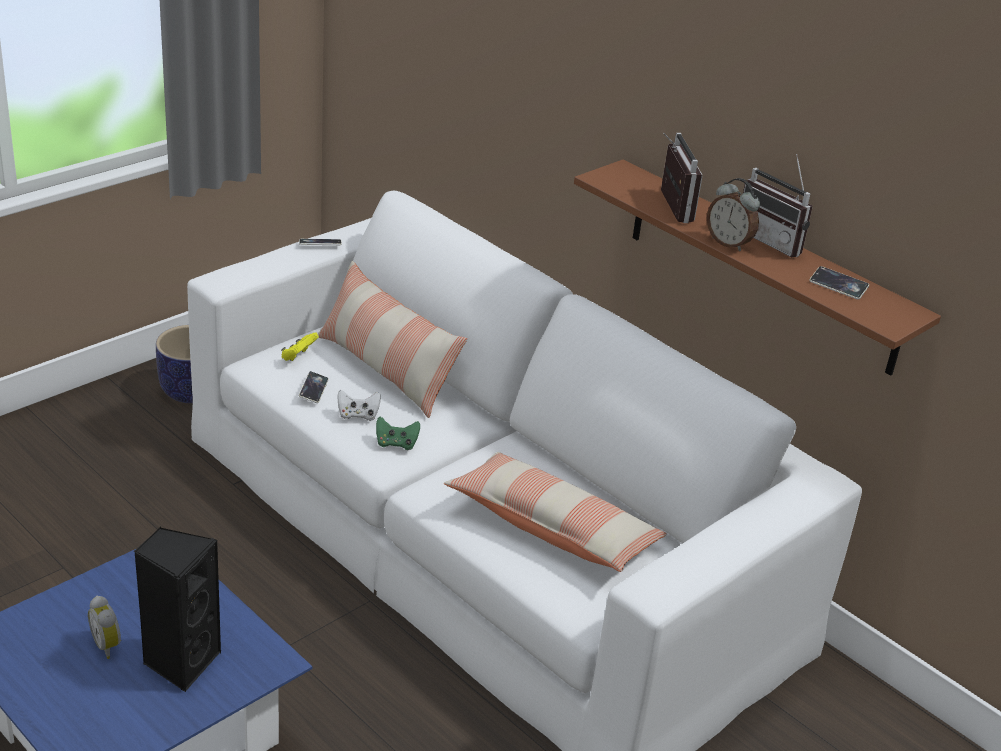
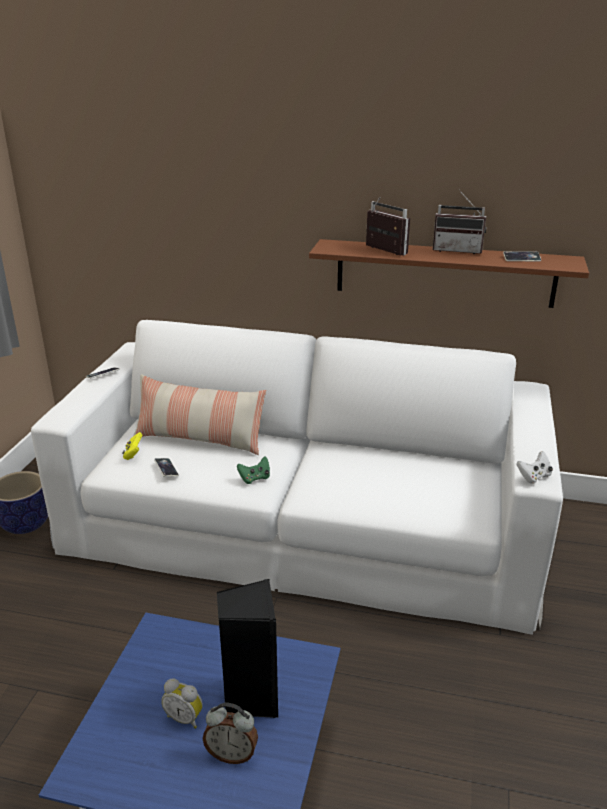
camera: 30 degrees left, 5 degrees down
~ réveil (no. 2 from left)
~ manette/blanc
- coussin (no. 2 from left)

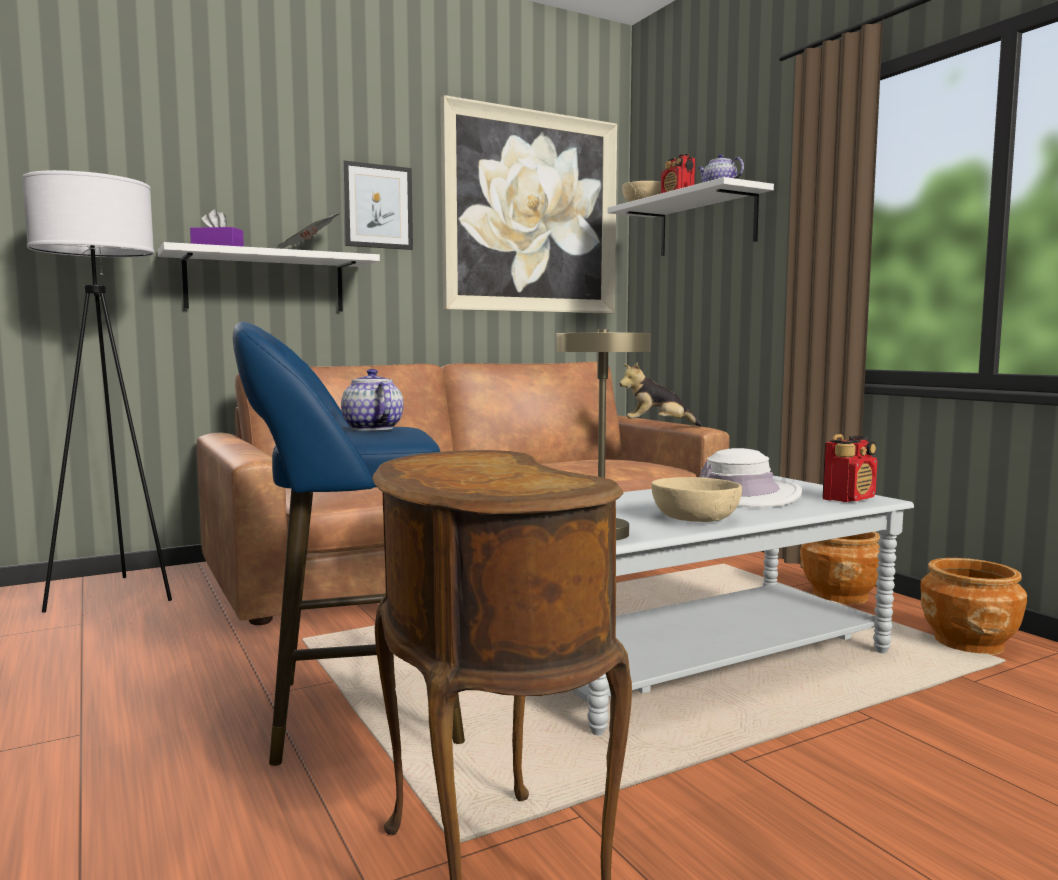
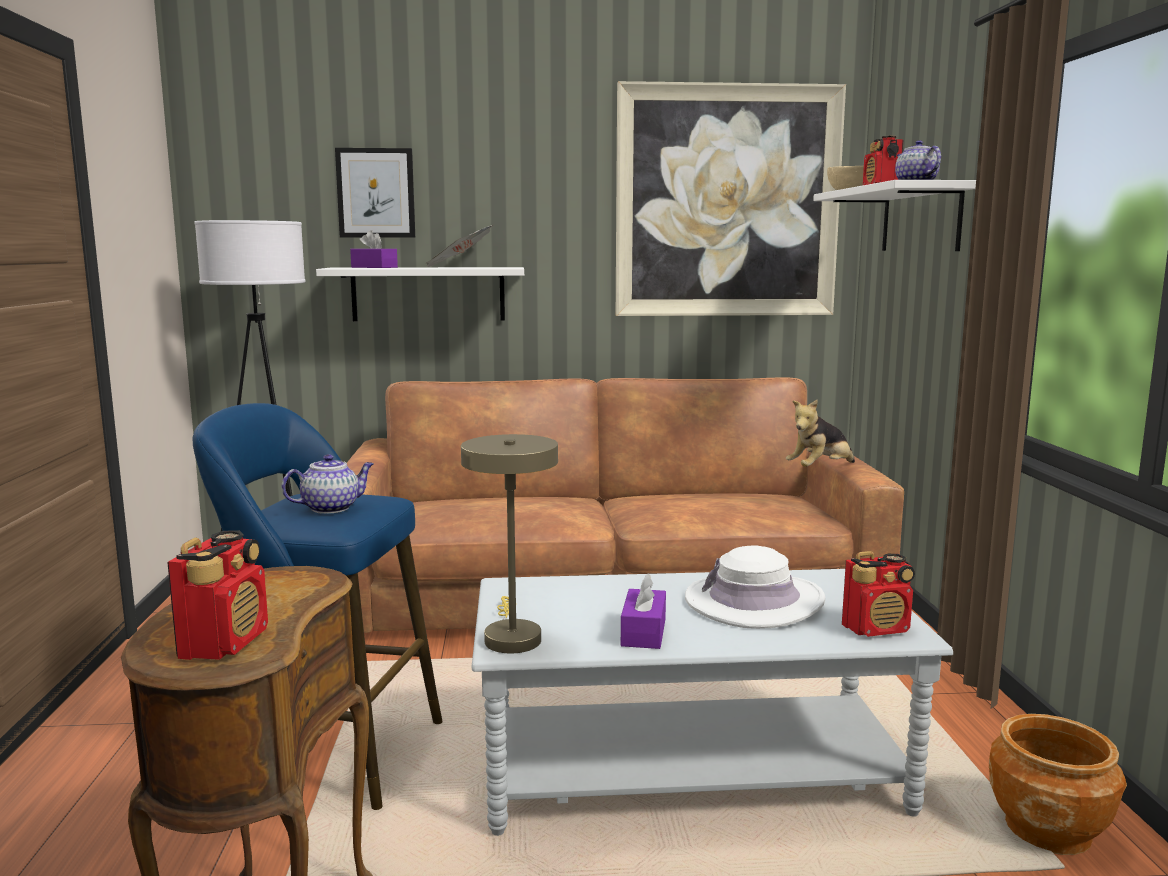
camera: 25 degrees right, 5 degrees up
+ radio (no. 1 from left)
~ théière (no. 1 from left) 60 degrees clockwise
~ tableau (no. 1 from left)
~ bol/beige (no. 2 from left) to boîte à mouchoirs/violet (no. 2 from left)
~ peluche 60 degrees counterclockwise
- cache-pot/marron (no. 1 from left)

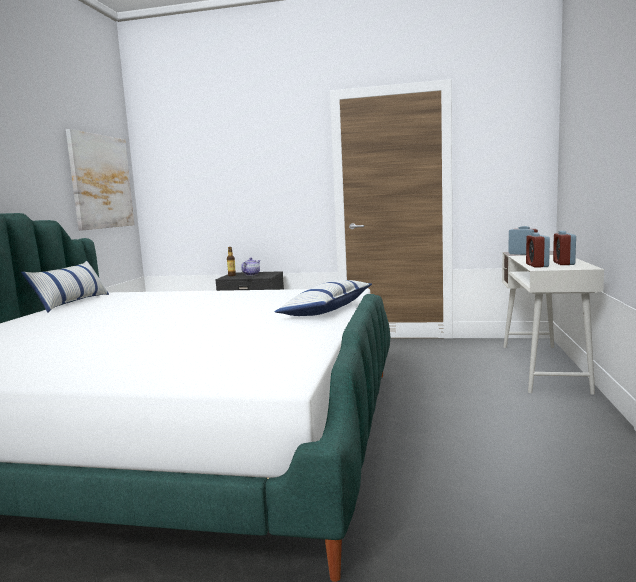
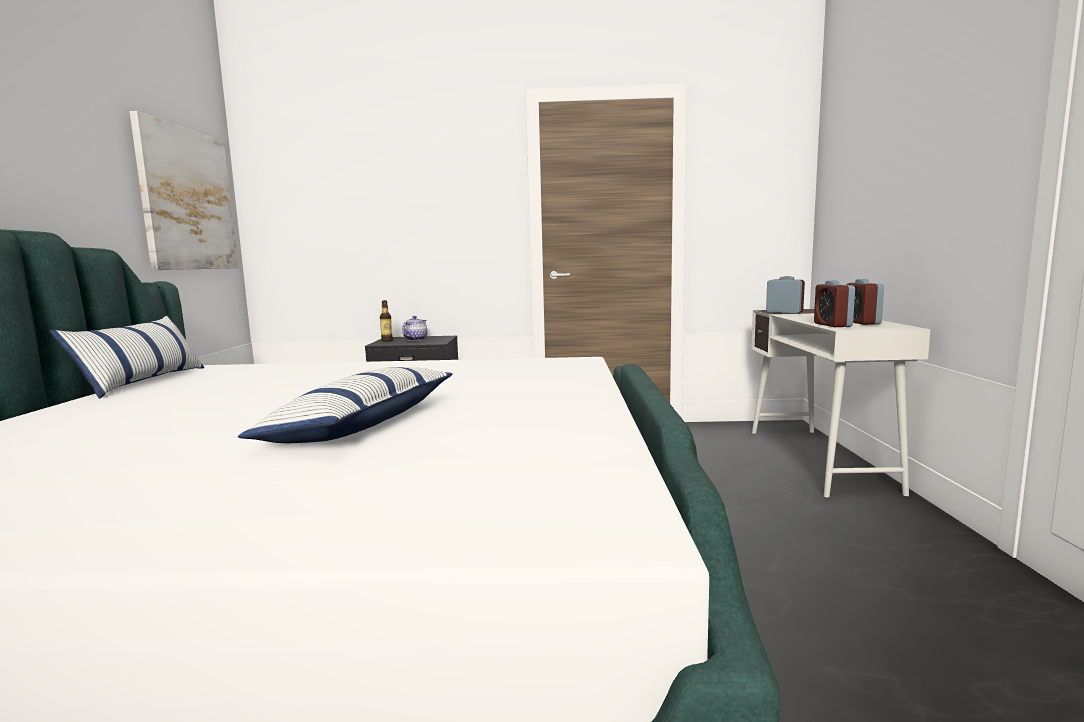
camera: 10 degrees left, 0 degrees up
~ coussin (no. 2 from left)

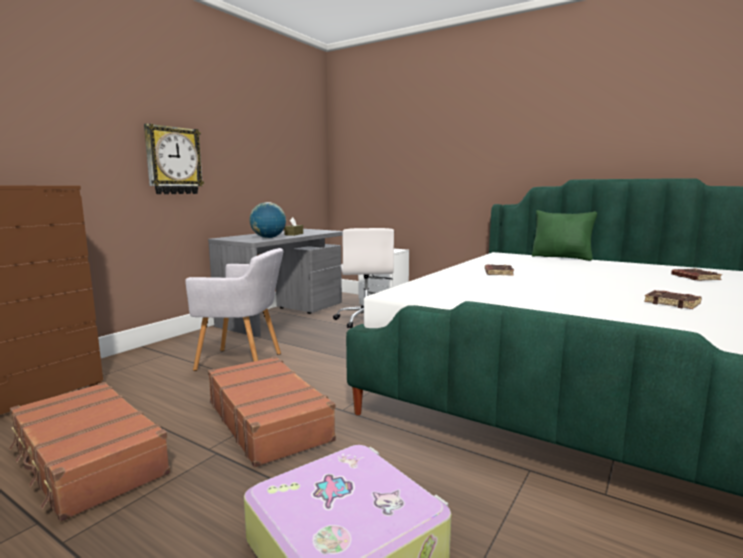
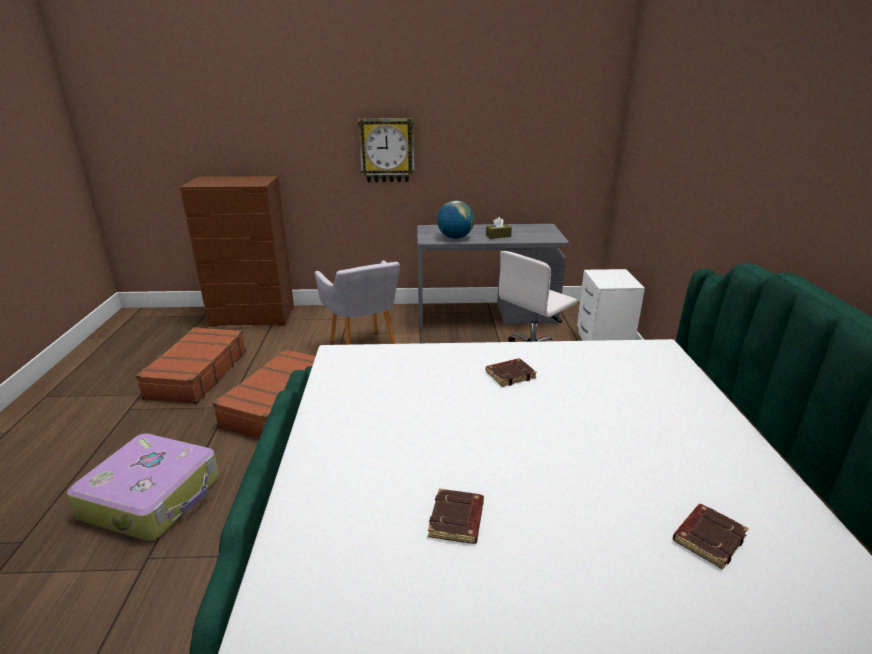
camera: 55 degrees right, 15 degrees up
- coussin/vert

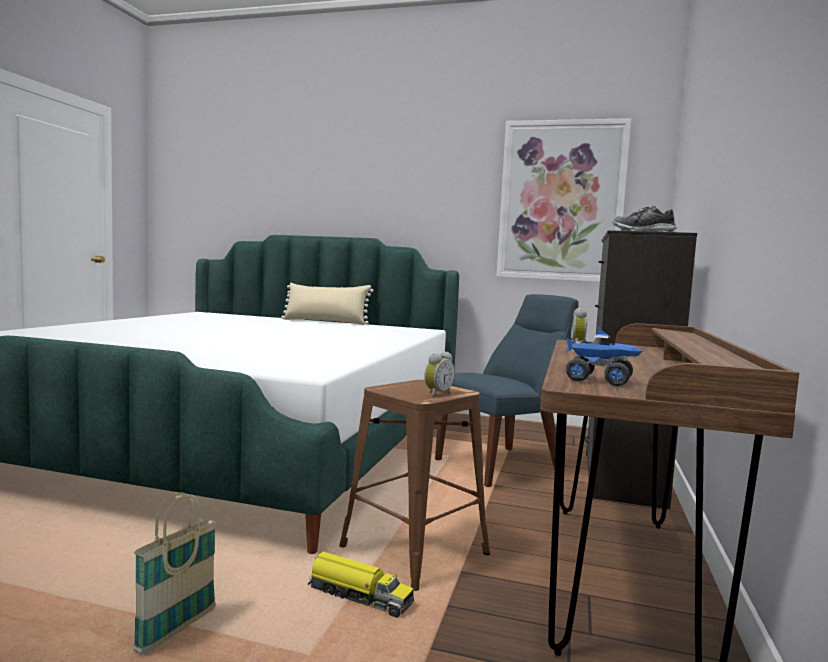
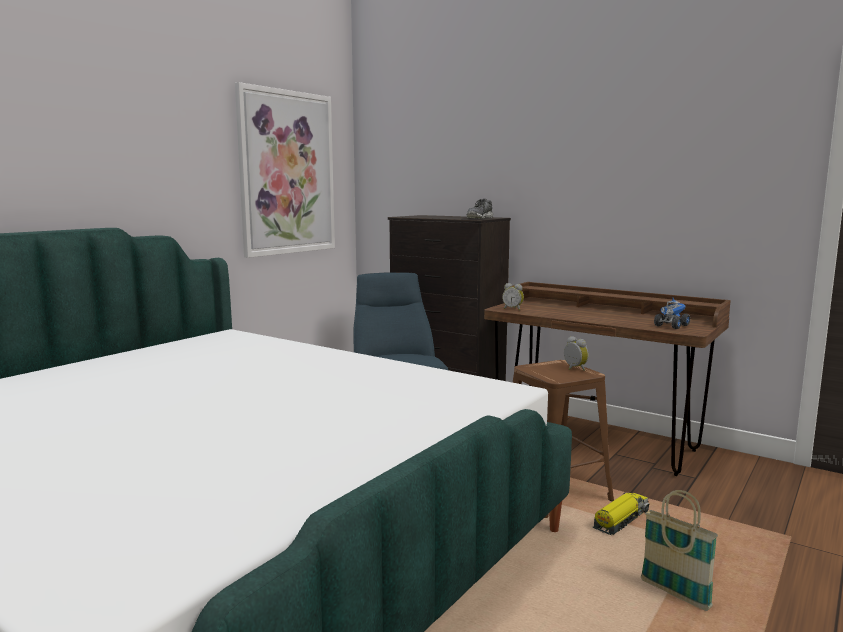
camera: 70 degrees left, 5 degrees up
- coussin/beige

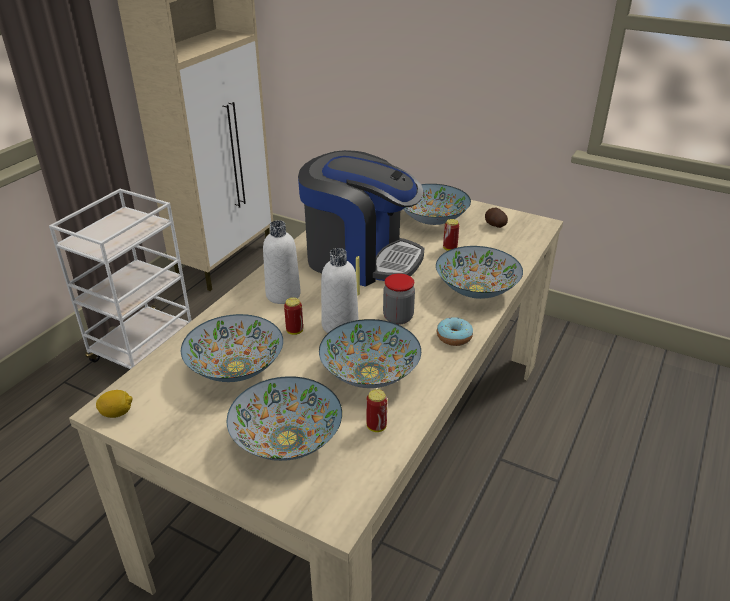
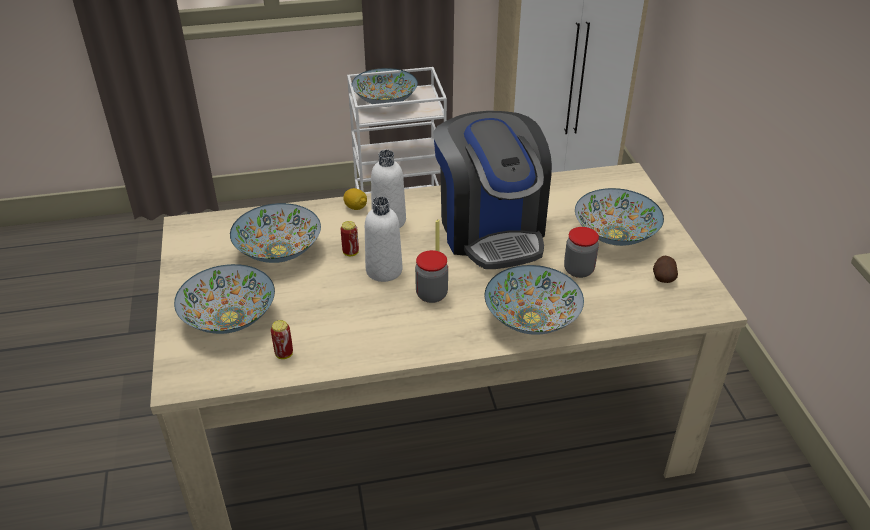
camera: 50 degrees right, 5 degrees up
~ citron
~ bol (no. 3 from left)
~ boîte métallique (no. 3 from left) to bocal (no. 2 from left)
- beignet

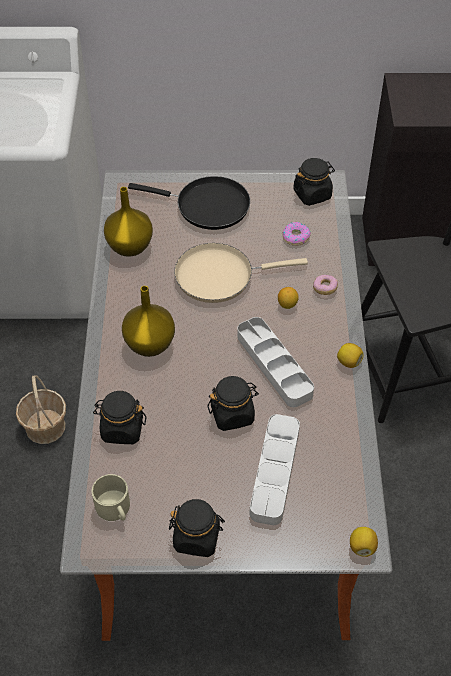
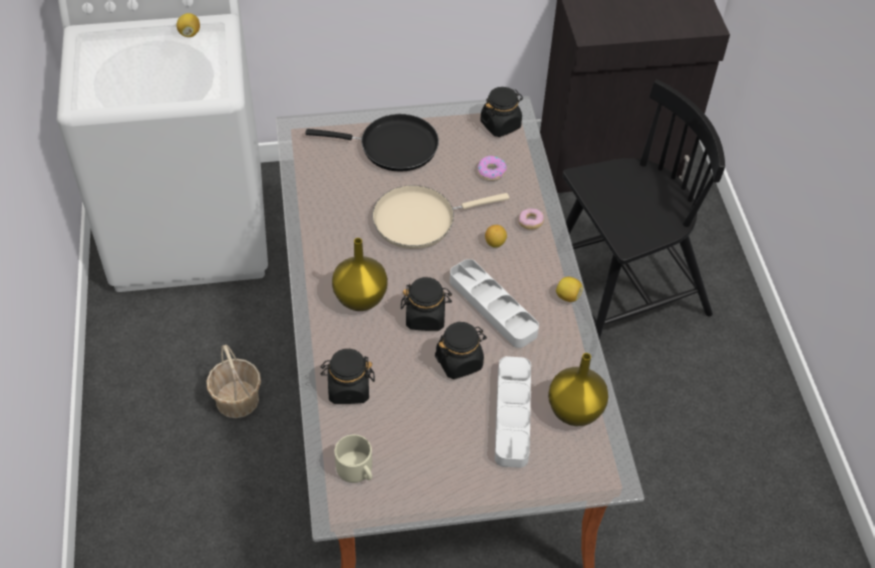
camera: 10 degrees left, 0 degrees up
~ citron (no. 3 from left in the first image) to citron (no. 1 from left)
~ bocal/noir (no. 2 from left)
~ vase/jaune (no. 1 from left in the first image) to vase/jaune (no. 2 from left)

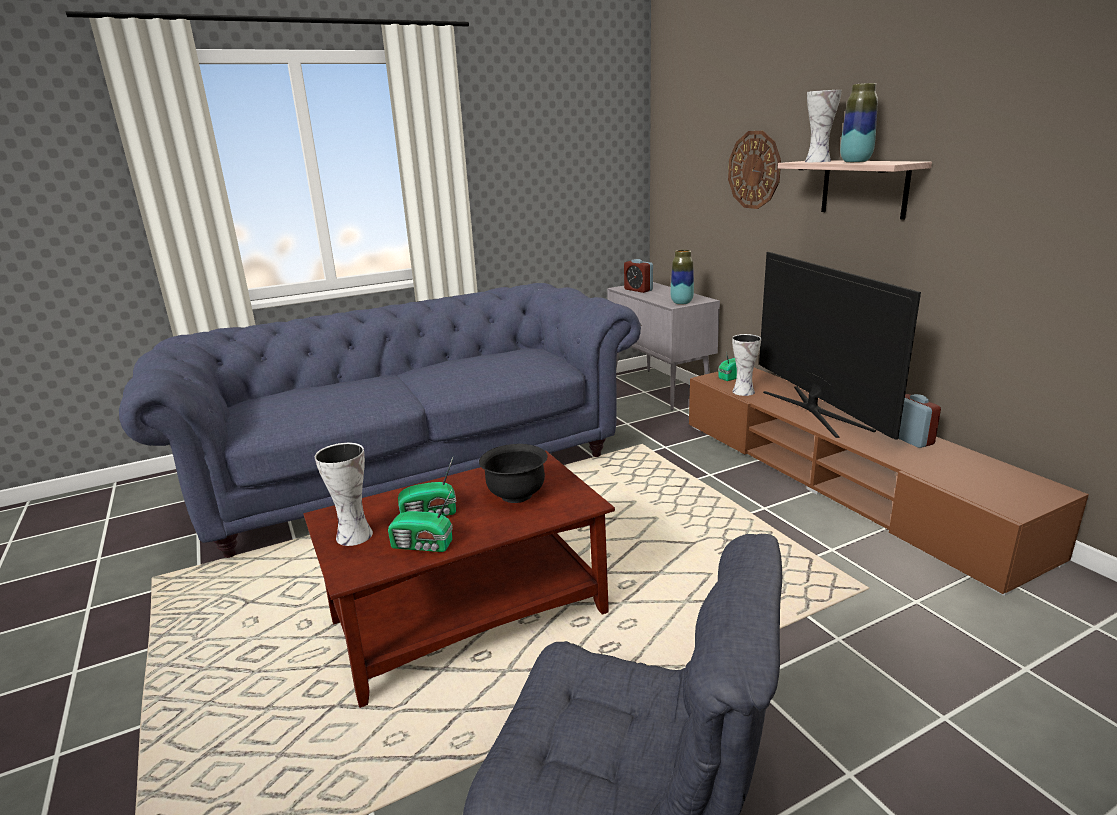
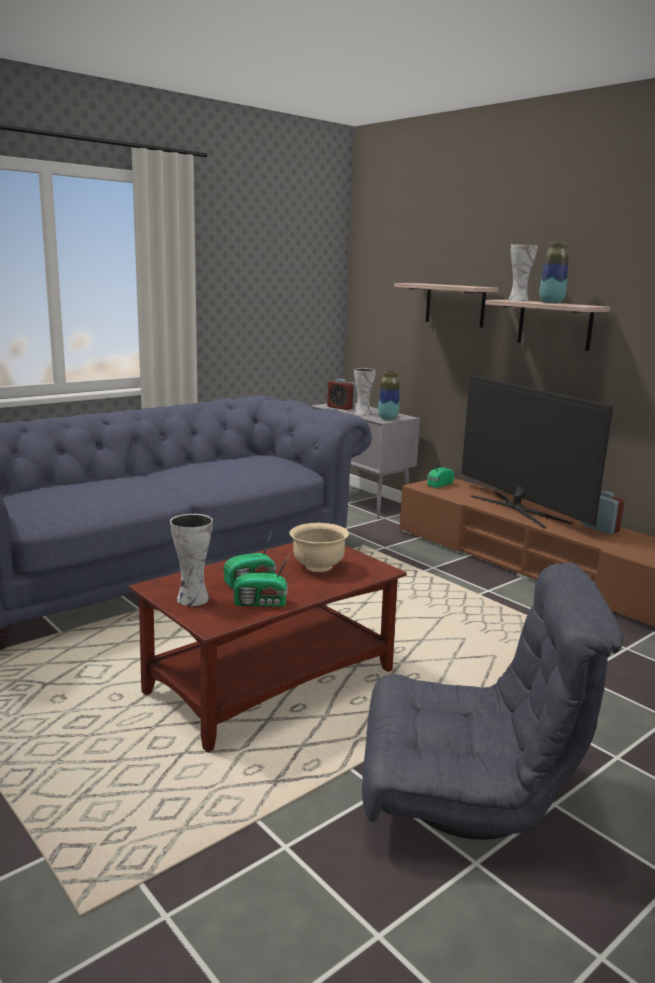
camera: 15 degrees left, 5 degrees down
~ bol/noir to bol/beige
~ vase (no. 3 from left in the first image) to vase (no. 2 from left)
~ horloge murale to étagère (no. 1 from left)

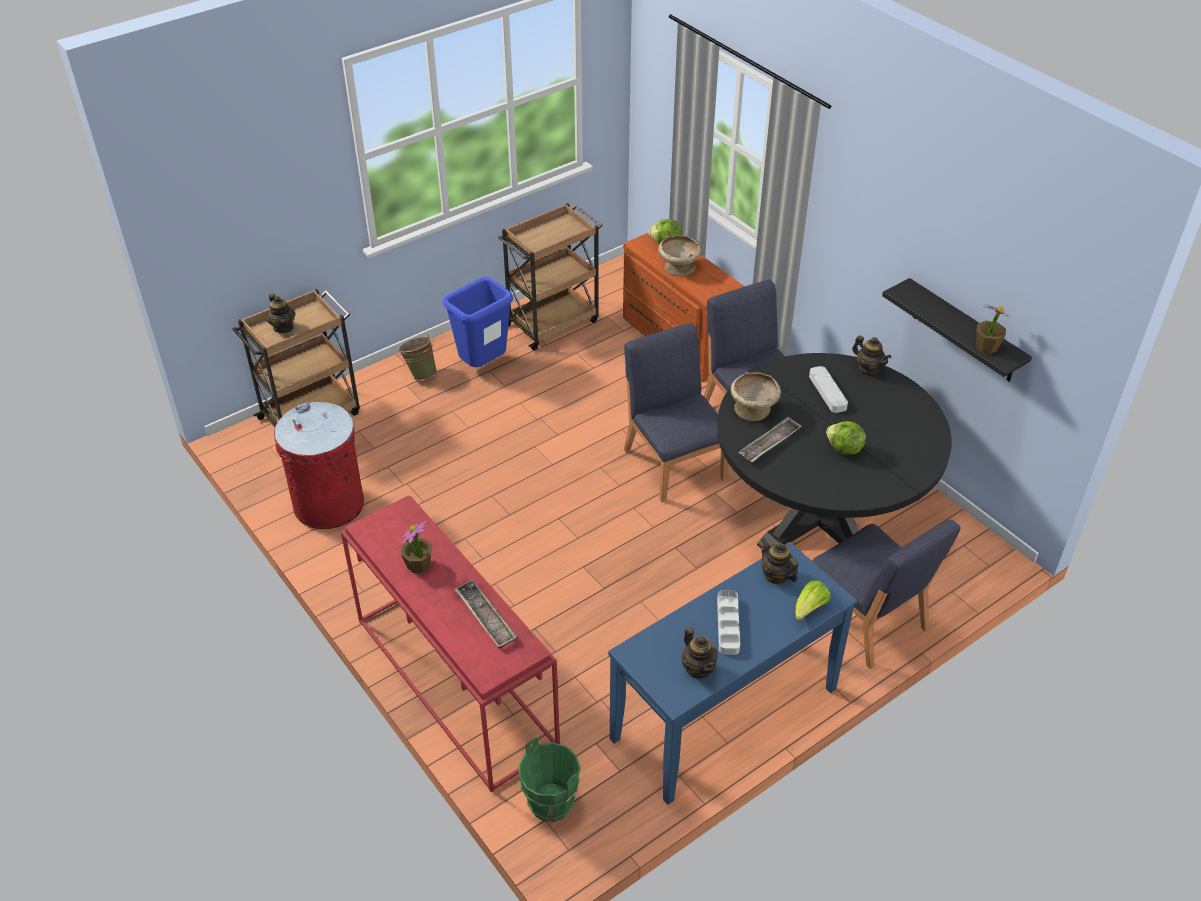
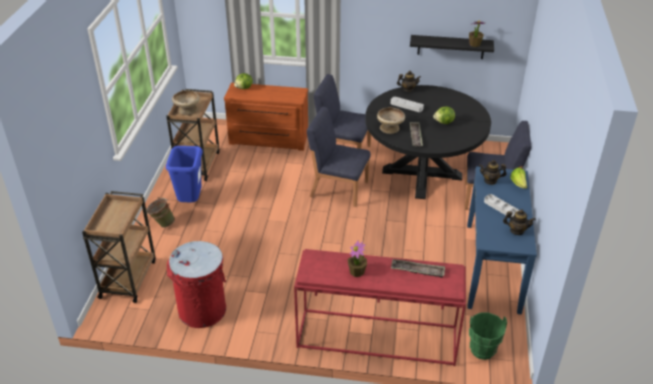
camera: 45 degrees left, 5 degrees down
~ bol/beige (no. 1 from left)
- théière (no. 1 from left)

